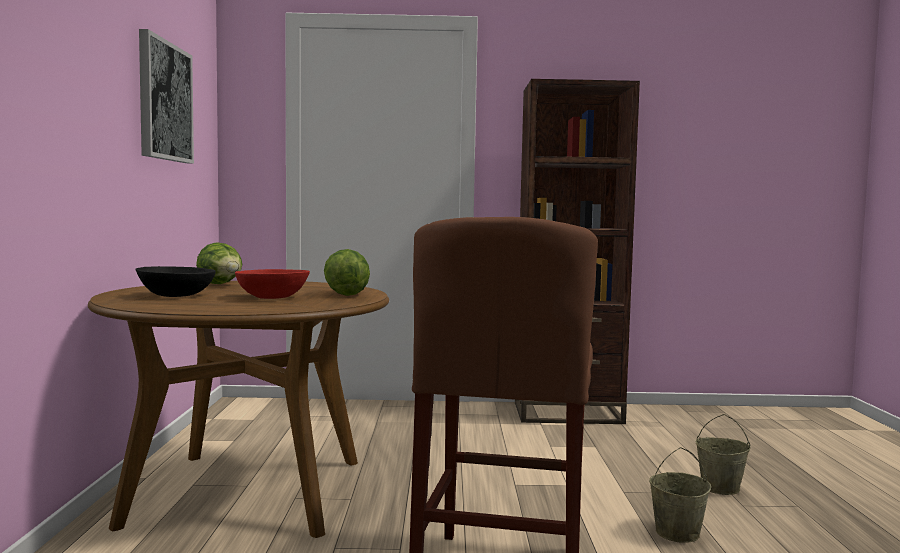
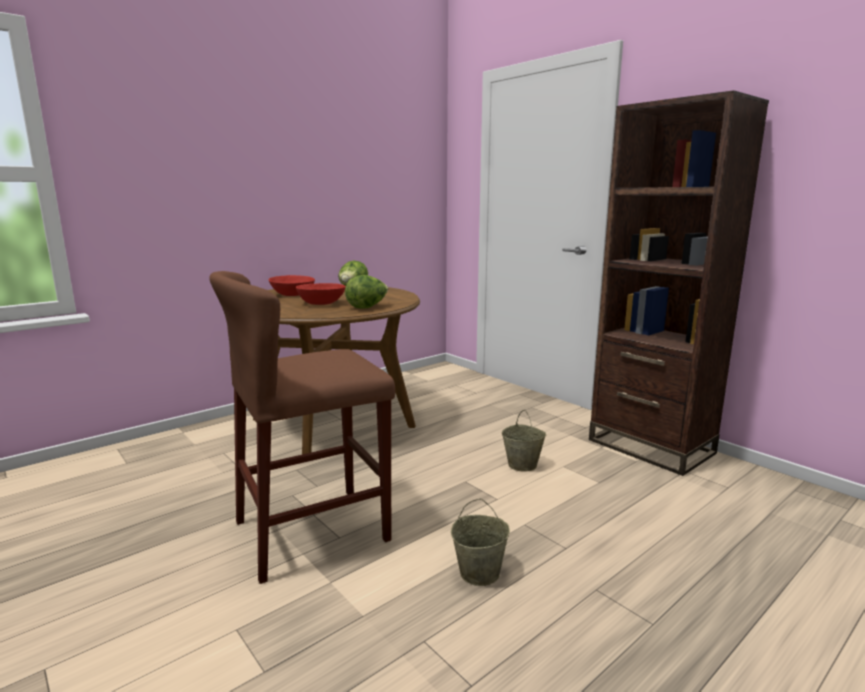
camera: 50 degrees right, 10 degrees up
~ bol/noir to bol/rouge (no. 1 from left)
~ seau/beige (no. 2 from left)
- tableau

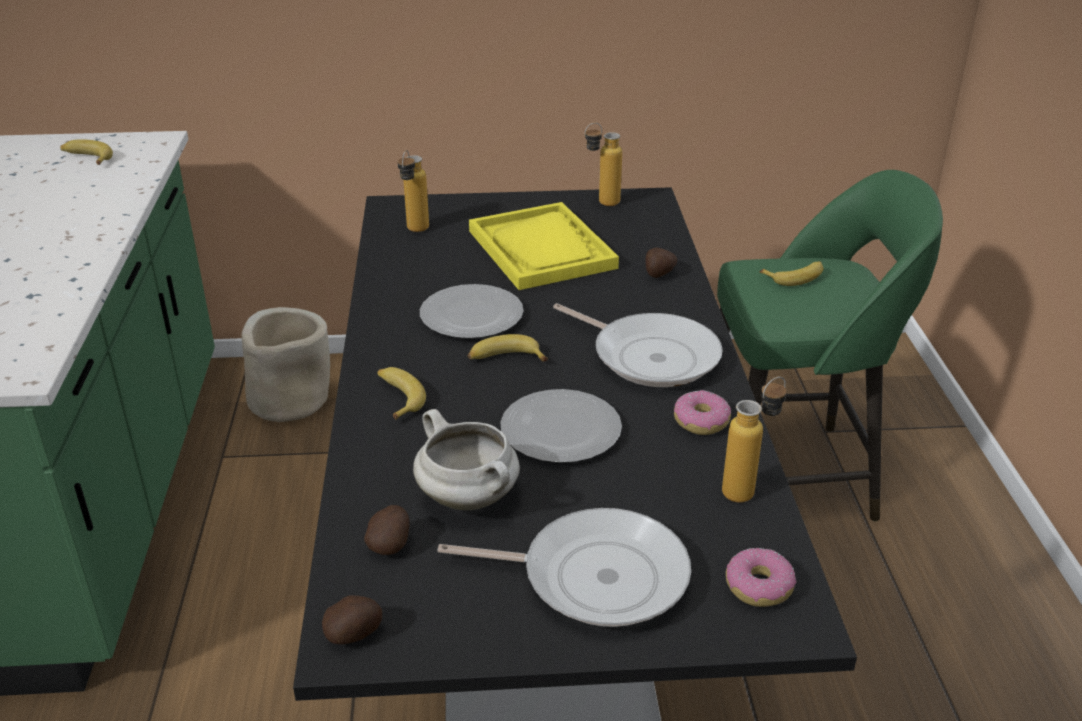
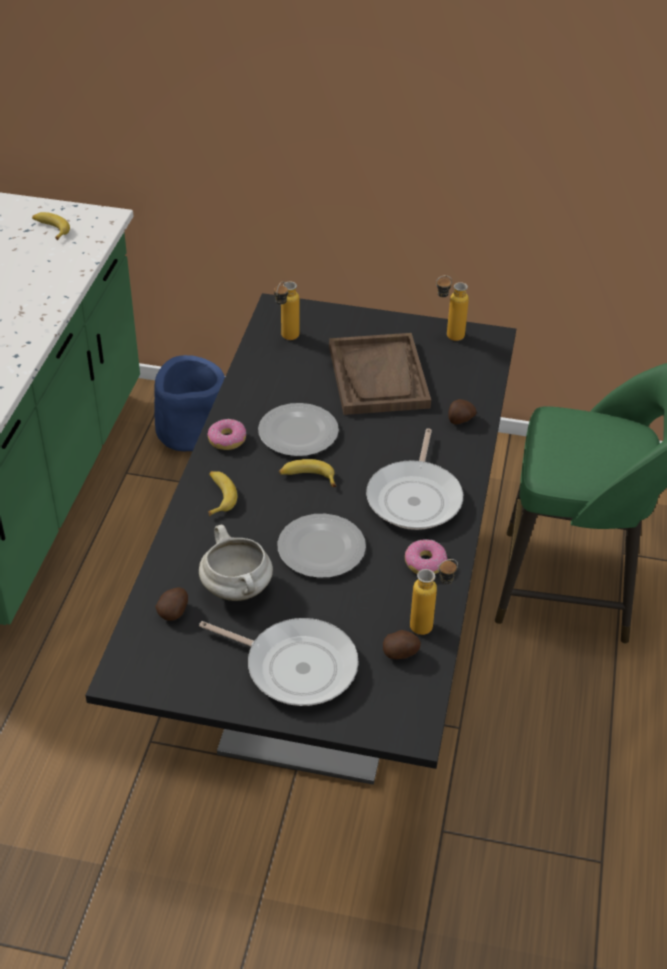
camera: 15 degrees right, 10 degrees up
~ cache-pot/beige to cache-pot/bleu
~ beignet (no. 2 from left in the first image) to beignet (no. 1 from left)
~ plateau/jaune to plateau/marron
~ poêle (no. 2 from left) 45 degrees clockwise
~ pomme de terre (no. 1 from left in the first image) to pomme de terre (no. 2 from left)
- banane (no. 4 from left)

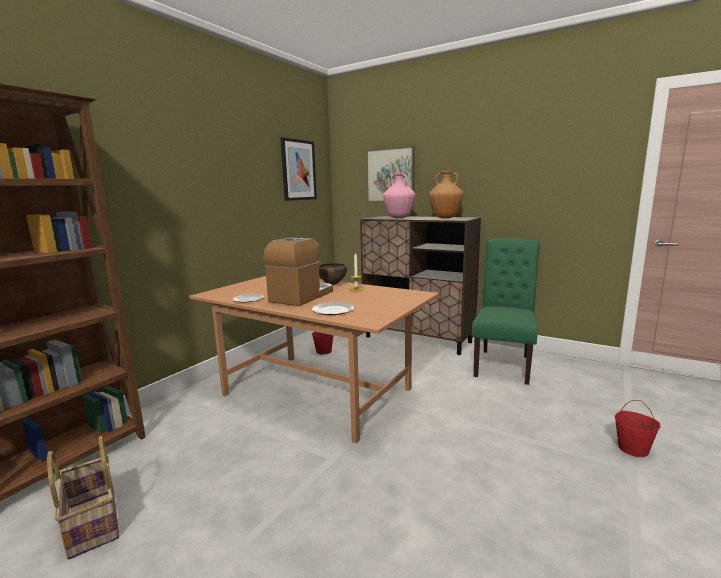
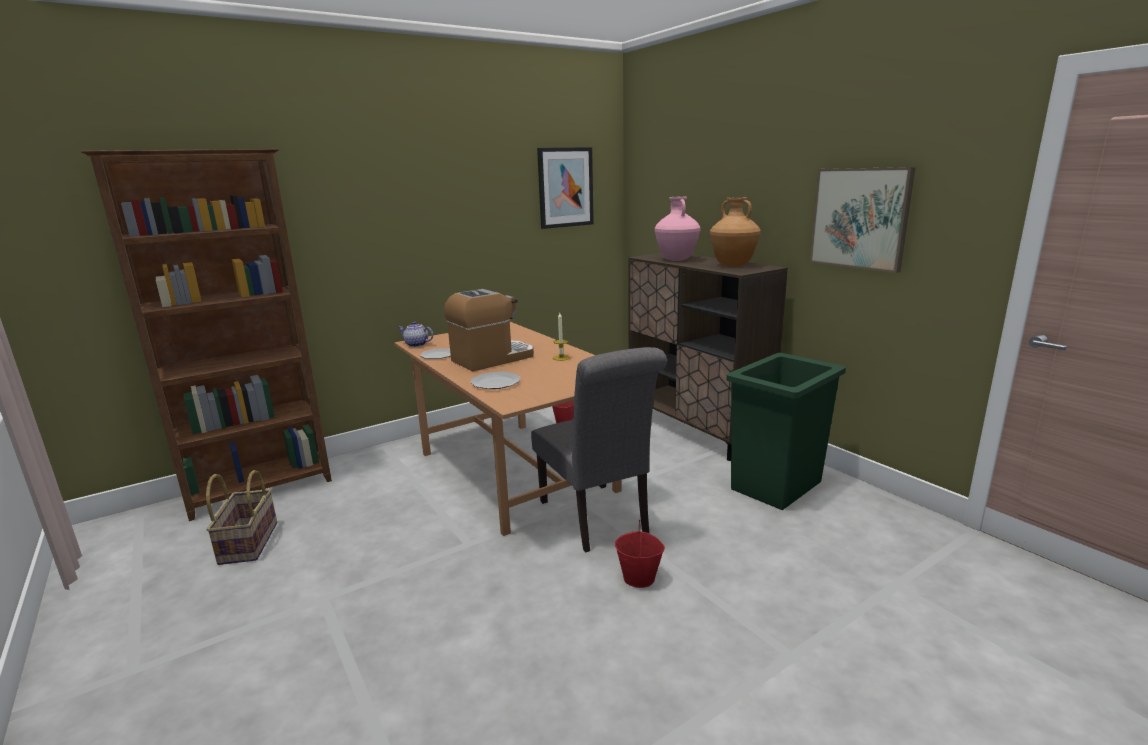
camera: 25 degrees right, 5 degrees up
+ théière
+ chaise/gris
~ seau/rouge (no. 2 from left)
~ chaise/vert to poubelle/vert
~ tableau (no. 2 from left)
- bol/marron

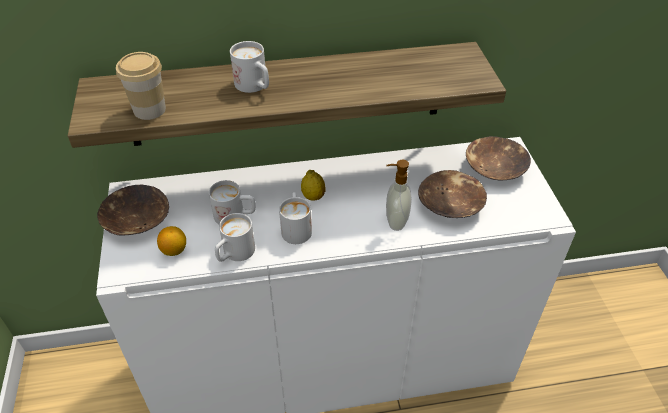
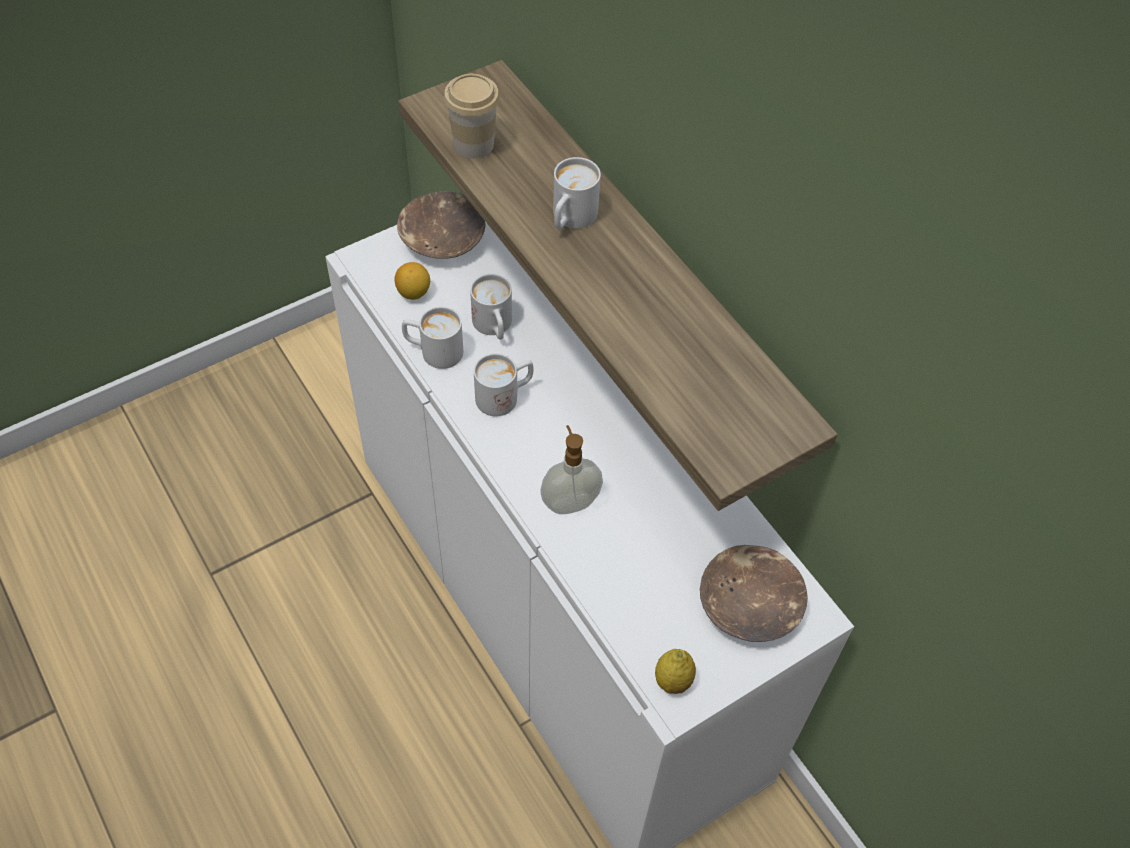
camera: 65 degrees right, 10 degrees up
~ citron (no. 2 from left)
- bol/marron (no. 2 from left)

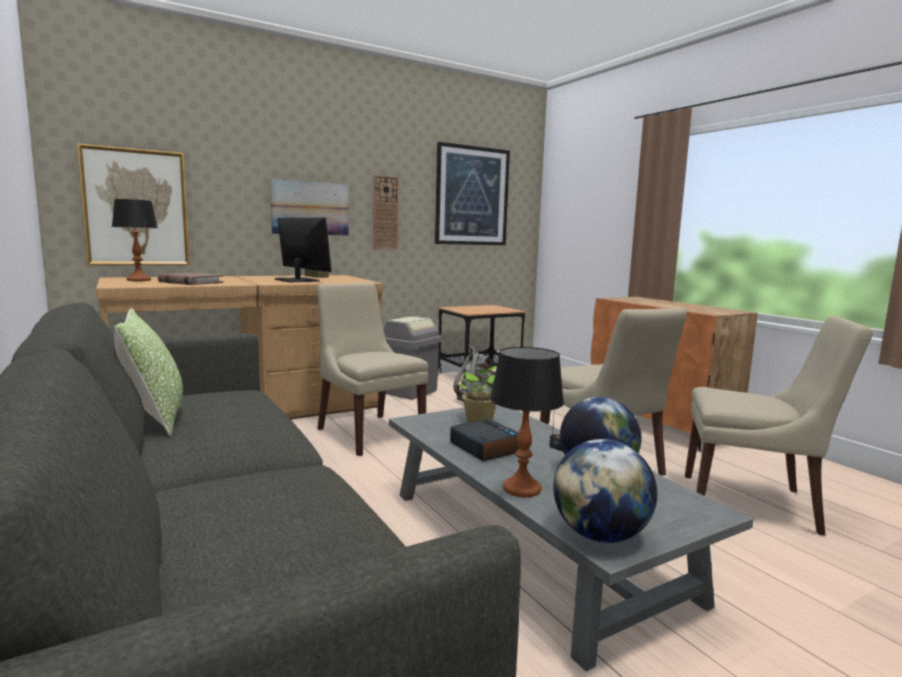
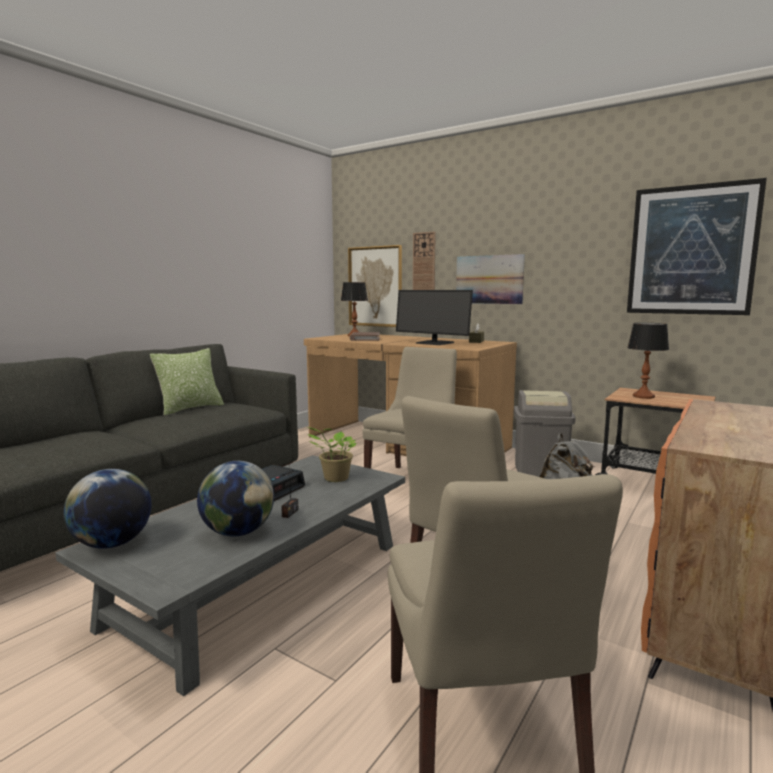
camera: 65 degrees right, 0 degrees up
~ écran d'ordinateur 105 degrees clockwise
~ horloge murale
~ lampe de table (no. 2 from left)

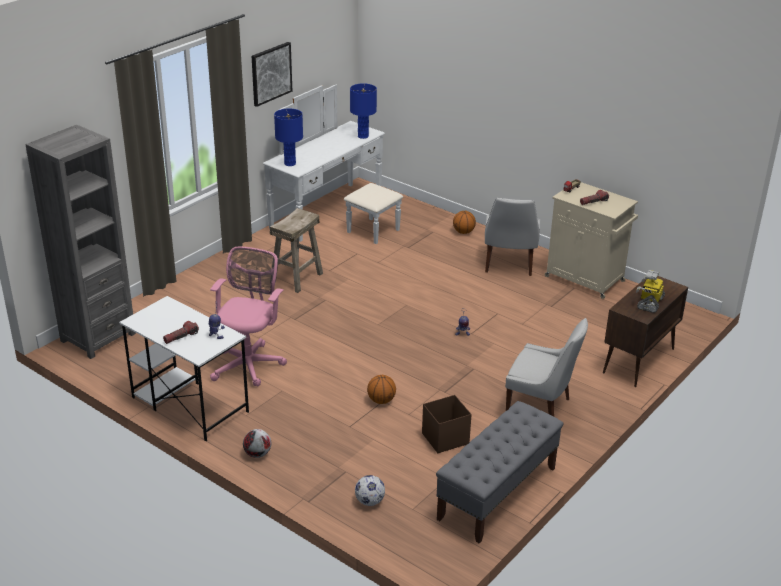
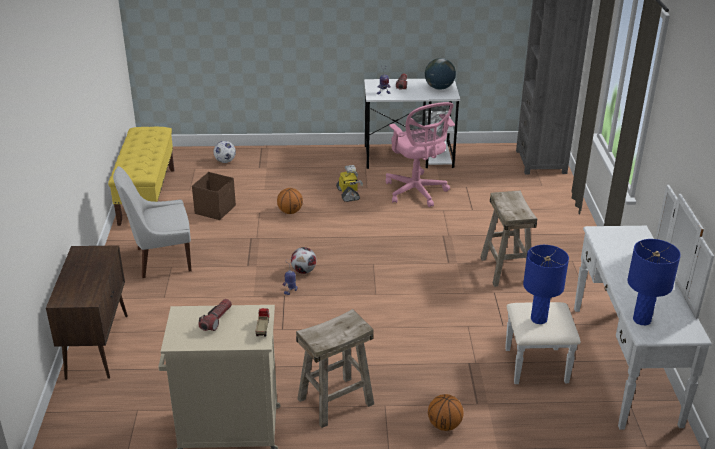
camera: 140 degrees right, 0 degrees up
~ banc/gris to banc/jaune
~ ballon de foot (no. 1 from left in the first image) to ballon de foot (no. 2 from left)
~ chaise/blanc (no. 1 from left) to tabouret/beige (no. 1 from left)
~ robot jouet (no. 3 from left in the first image) to robot jouet (no. 2 from left)
+ globe
~ lampe de table/bleu (no. 1 from left)
- tableau

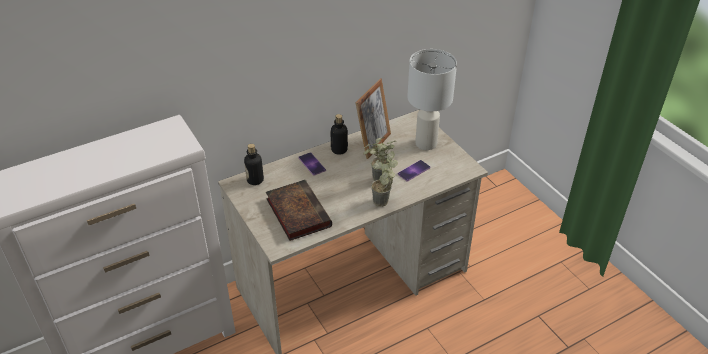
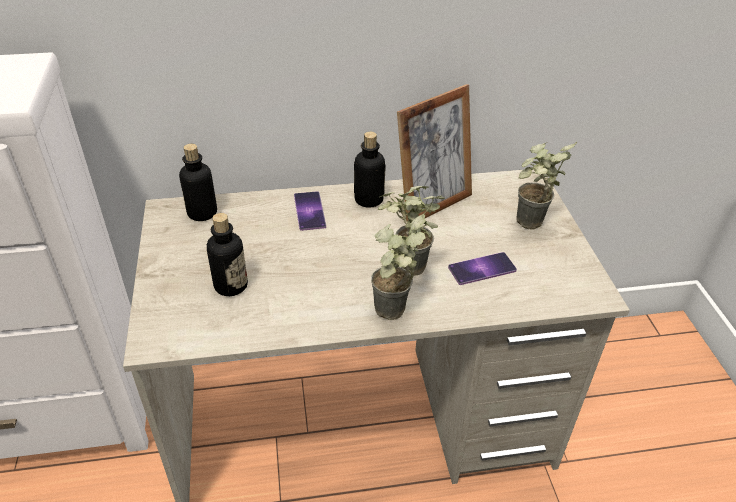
camera: 20 degrees right, 0 degrees up
~ livre to bouteille (no. 2 from left)
~ lampe de table/blanc to plante en pot (no. 3 from left)

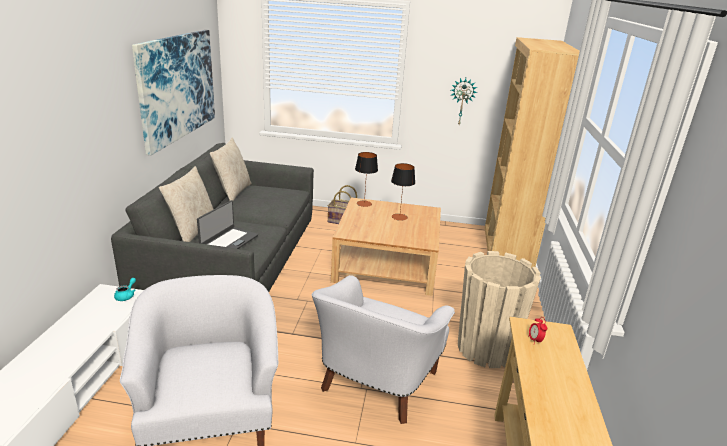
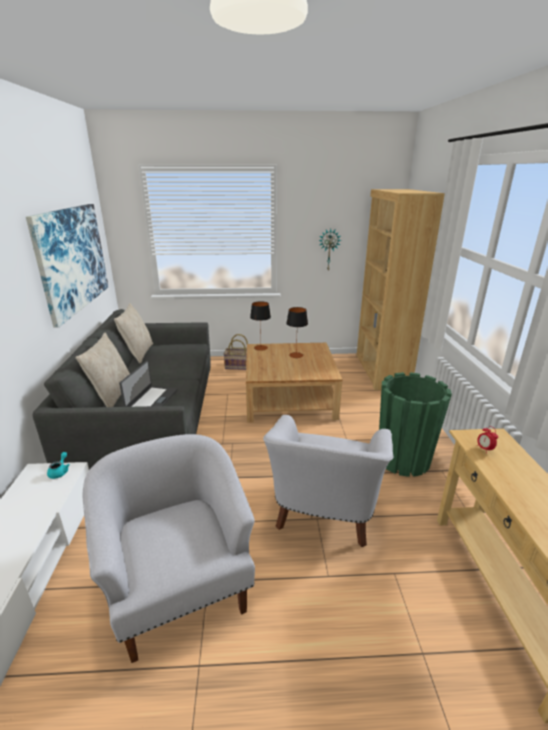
camera: 10 degrees left, 0 degrees up
~ cache-pot/beige to cache-pot/vert

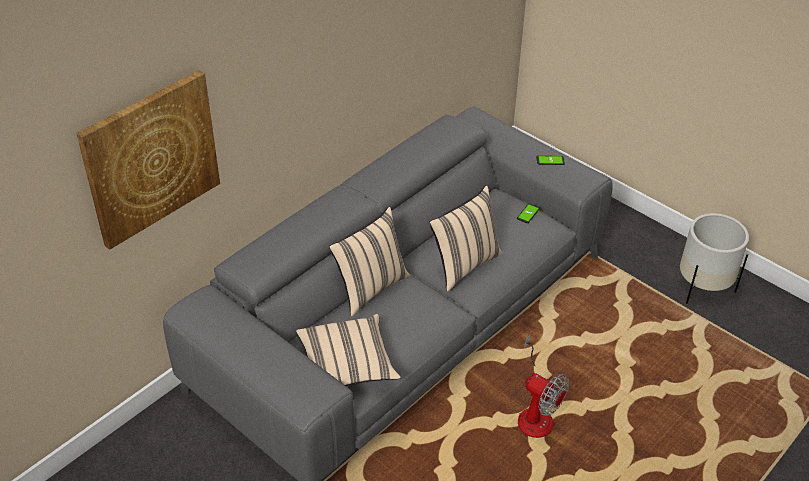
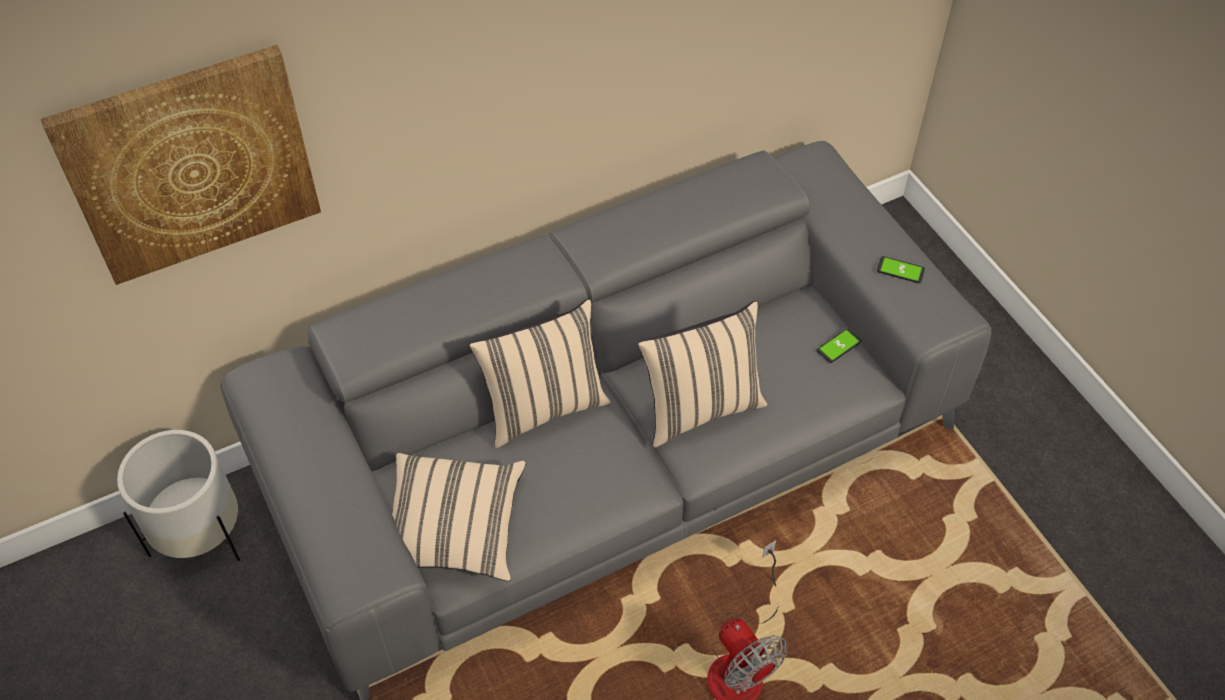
camera: 20 degrees right, 10 degrees up
~ cache-pot/blanc

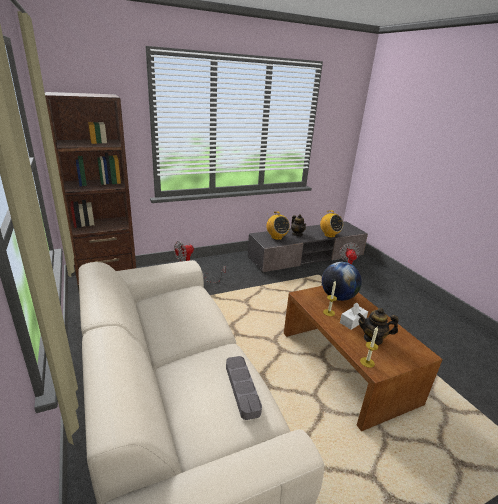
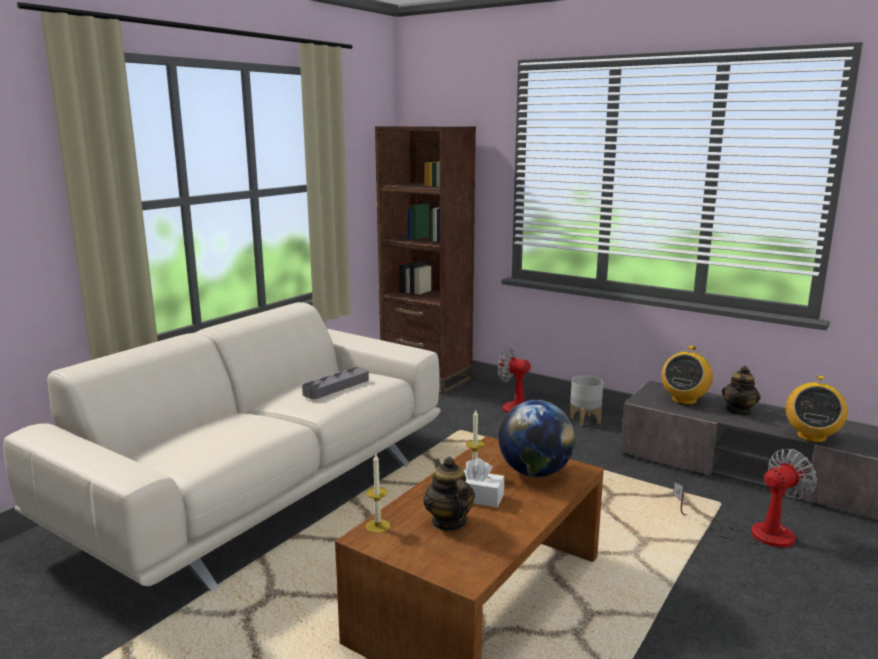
camera: 60 degrees right, 10 degrees down
~ plateau/gris
+ cache-pot/gris

